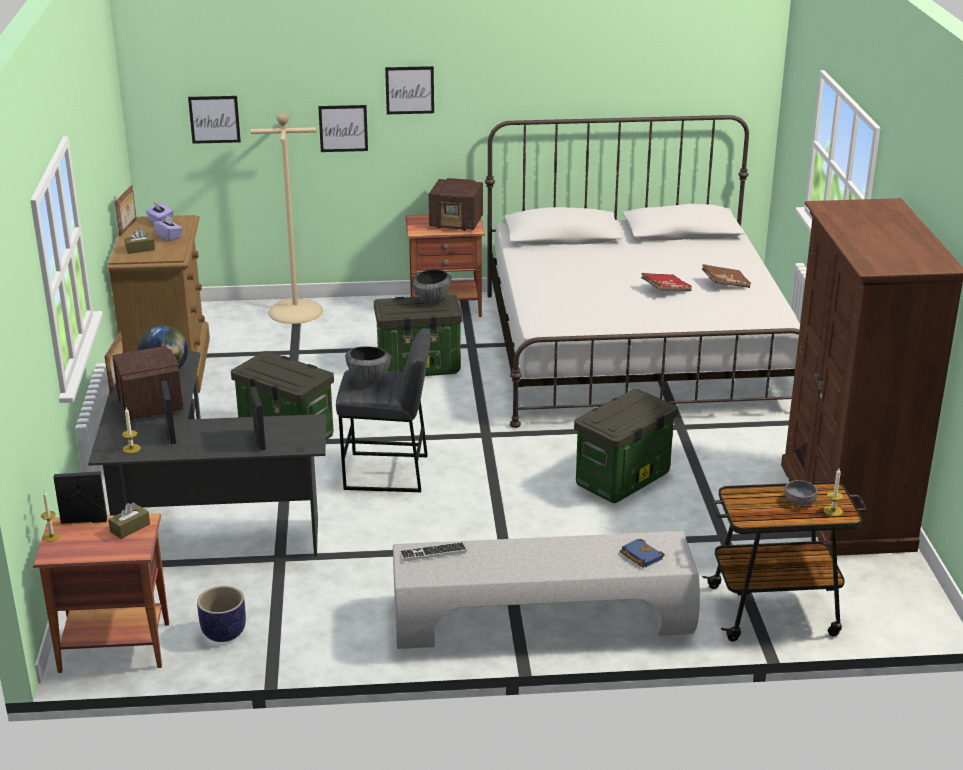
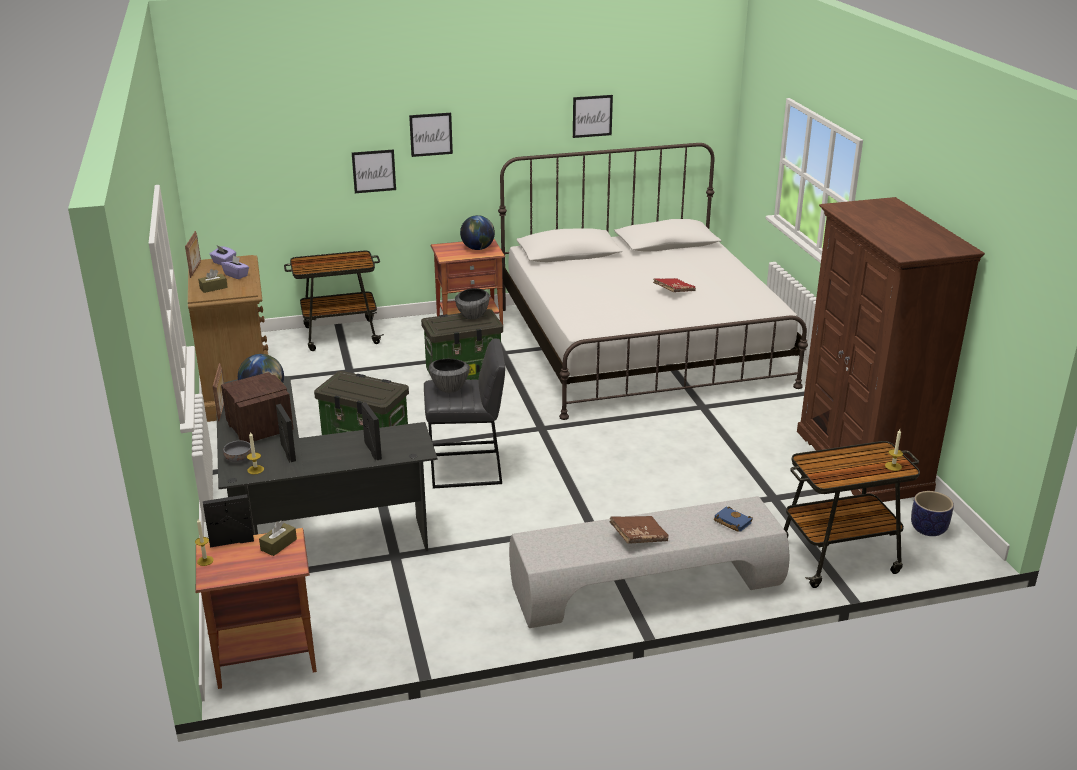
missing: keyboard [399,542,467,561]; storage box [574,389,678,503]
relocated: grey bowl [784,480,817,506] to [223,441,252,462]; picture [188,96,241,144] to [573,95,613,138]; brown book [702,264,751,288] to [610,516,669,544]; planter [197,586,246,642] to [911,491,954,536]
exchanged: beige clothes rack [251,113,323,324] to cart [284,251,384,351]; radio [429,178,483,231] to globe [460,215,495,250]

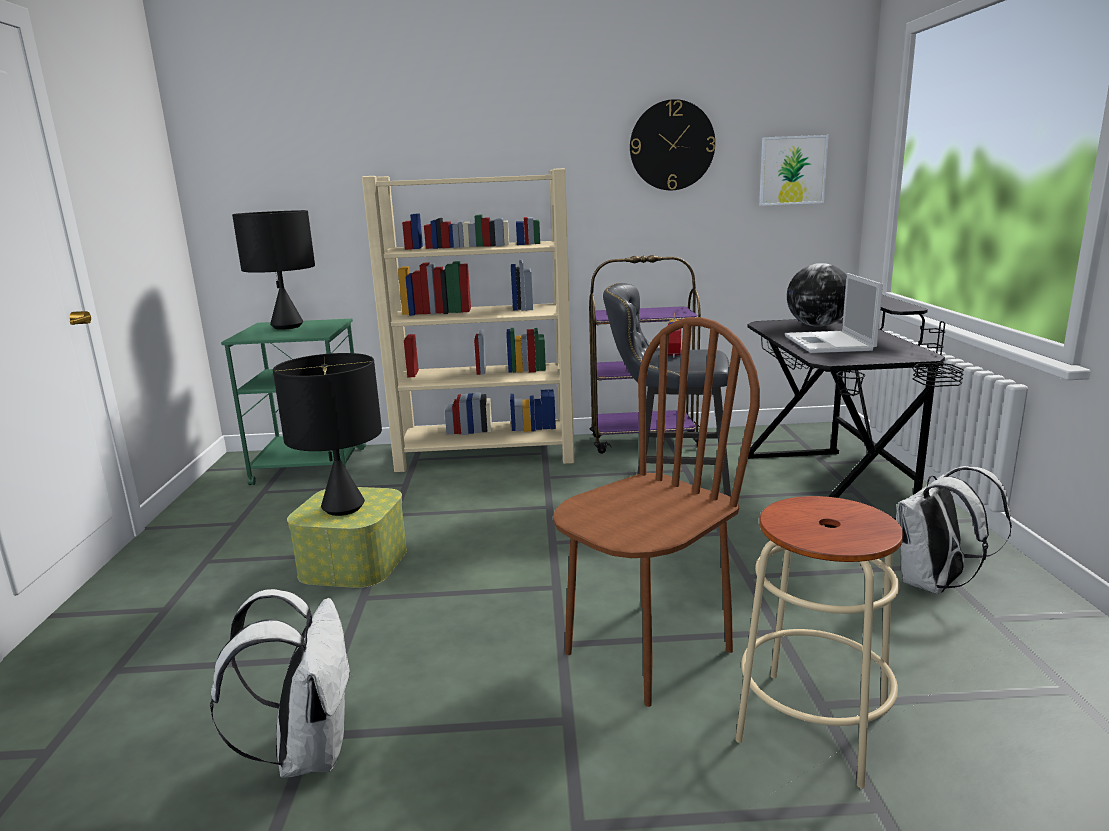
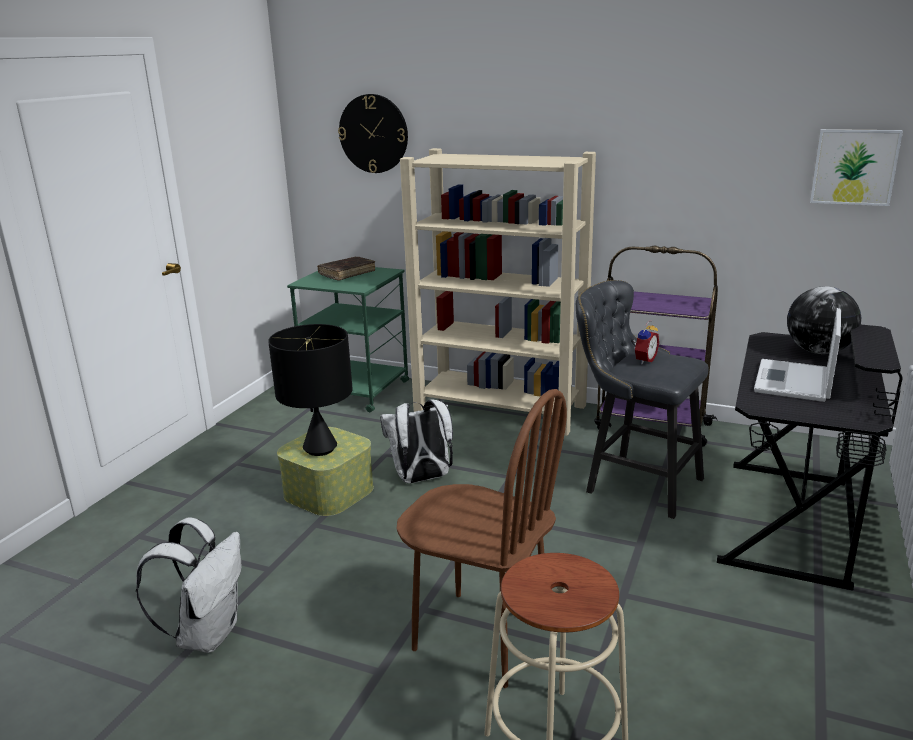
relocated: wall clock [630,99,715,190] to [338,94,408,173]; white backpack [896,466,1012,594] to [380,399,453,483]
exchanged: black table lamp [232,210,315,330] to brown book [317,257,375,281]
spun: brown chair [553,317,760,707] = [397,389,567,688] 45 degrees clockwise

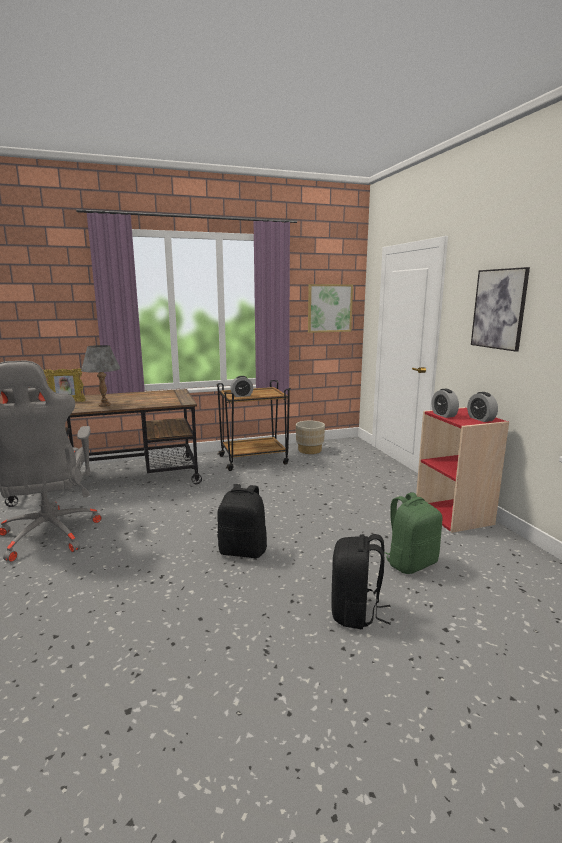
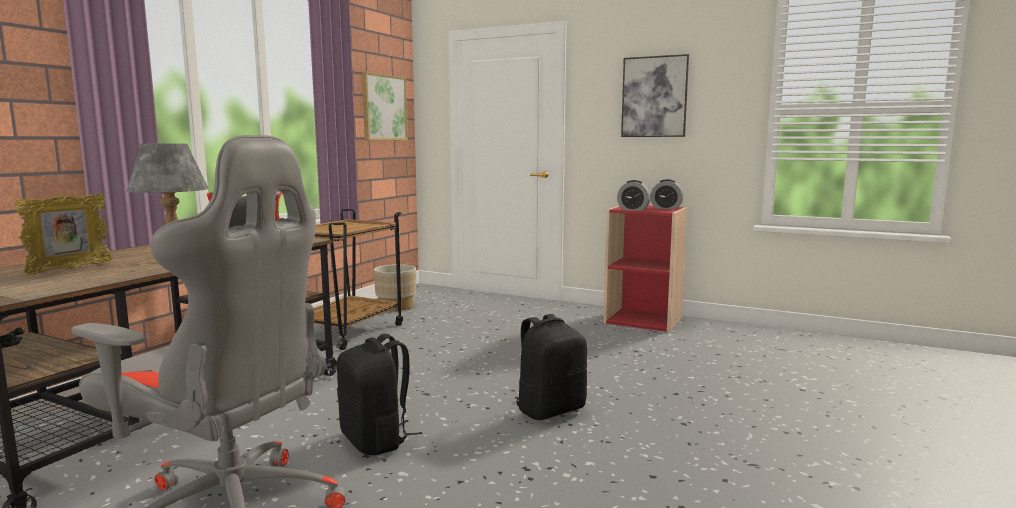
missing: alarm clock [230,376,253,397]; green backpack [384,492,442,574]
relocated: black backpack [331,534,391,629] to [337,334,422,455]

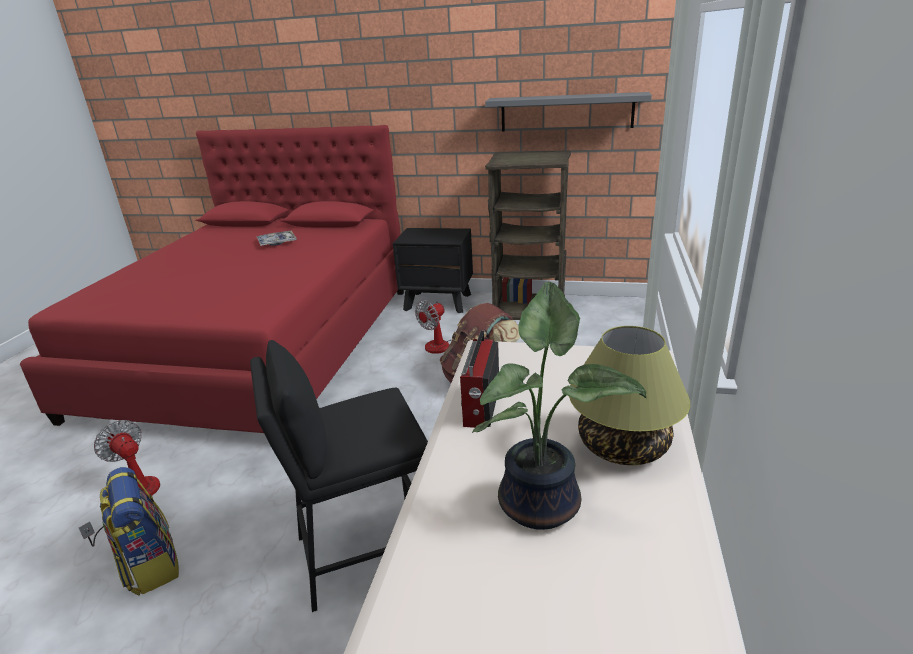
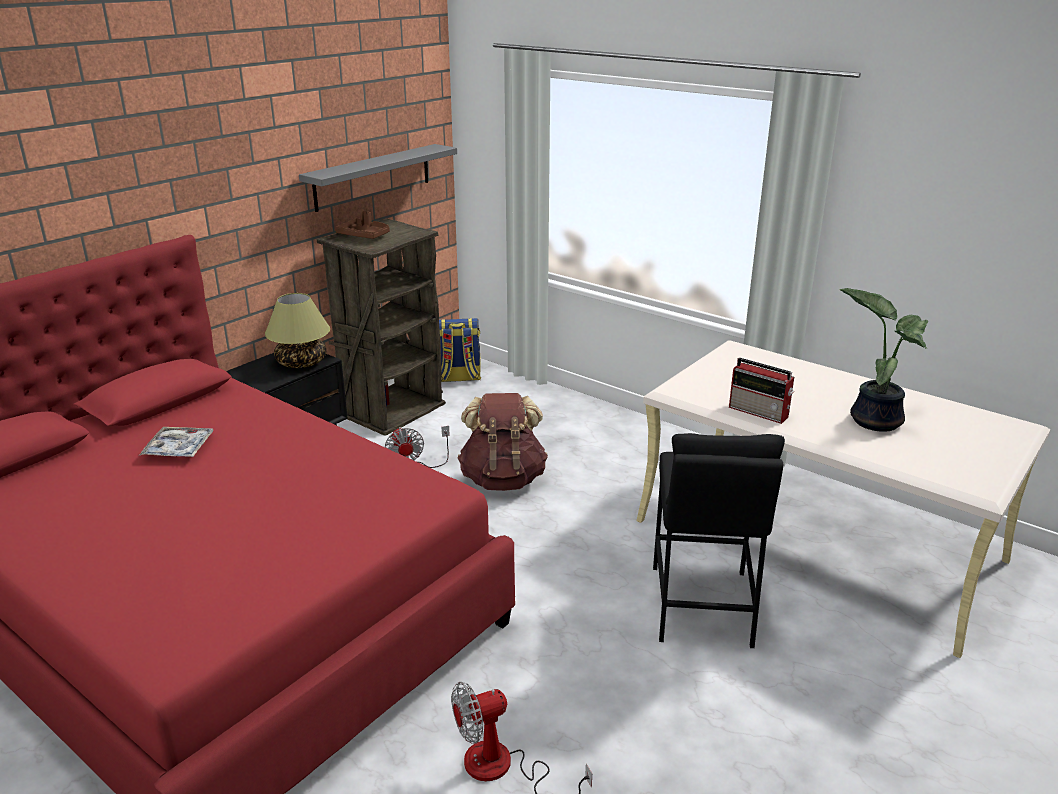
appeared: brown tray [335,211,390,239]
relocated: table lamp [569,326,690,465] to [265,293,330,368]; backpack [100,467,179,596] to [439,318,481,382]

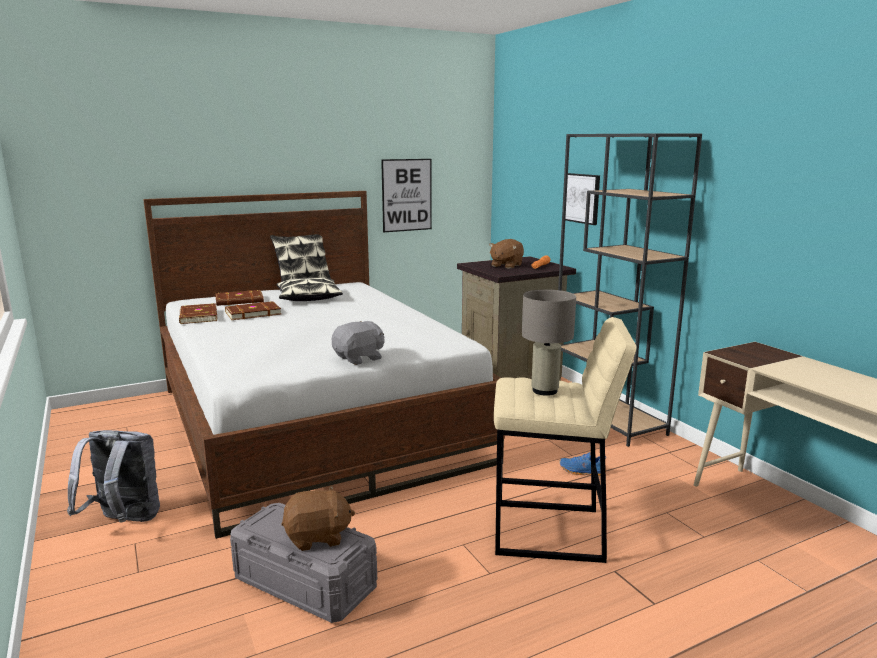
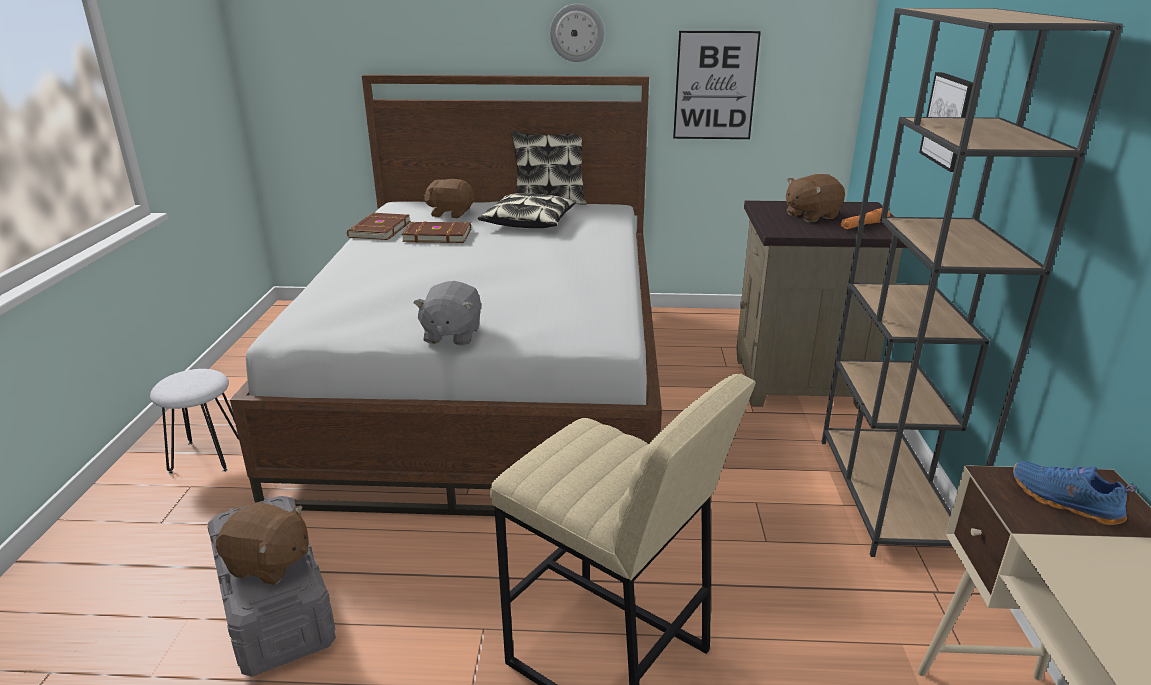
missing: grey table lamp [522,289,576,396]
appeared: wall clock [550,4,604,62]
relocated: blue shoe [559,452,606,476] to [1013,461,1136,525]
exchanged: grey backpack [67,430,160,523] to white stool [150,369,240,474]; brown book [215,290,264,306] to brown plush toy [423,179,474,218]
spun: grey plush toy [332,321,385,365] = [413,281,481,346] 105 degrees clockwise

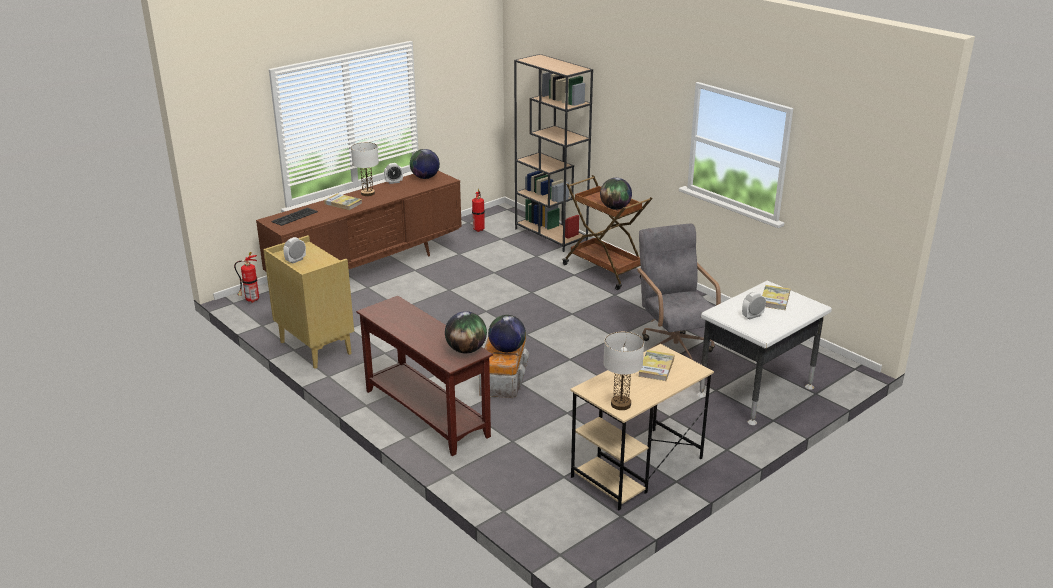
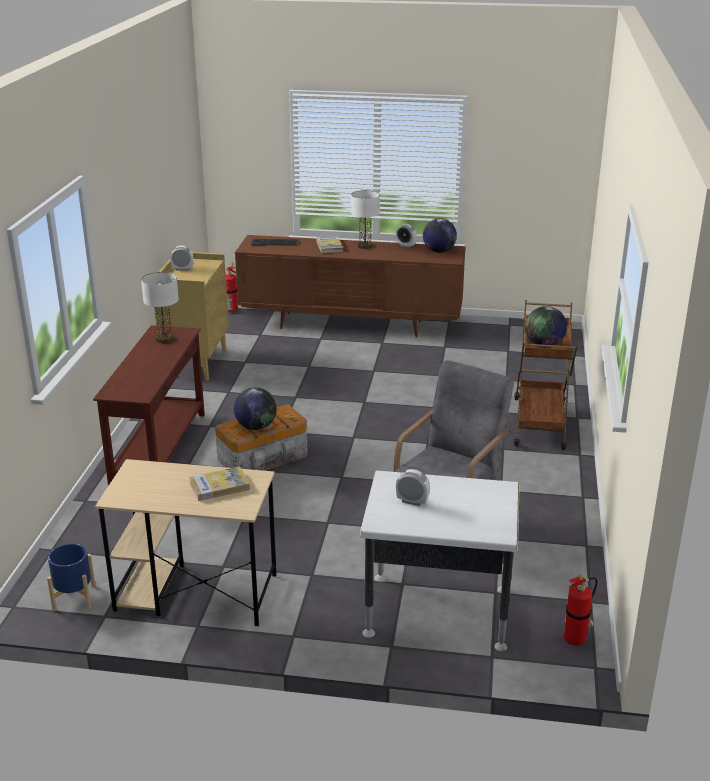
missing: globe [445,311,487,353]; bookcase [514,54,593,252]; book [762,285,790,310]
appeared: blue planter [47,543,96,611]
relocated: table lamp [604,332,644,410] to [141,272,179,343]; fire extinguisher [472,189,485,232] to [564,574,598,646]

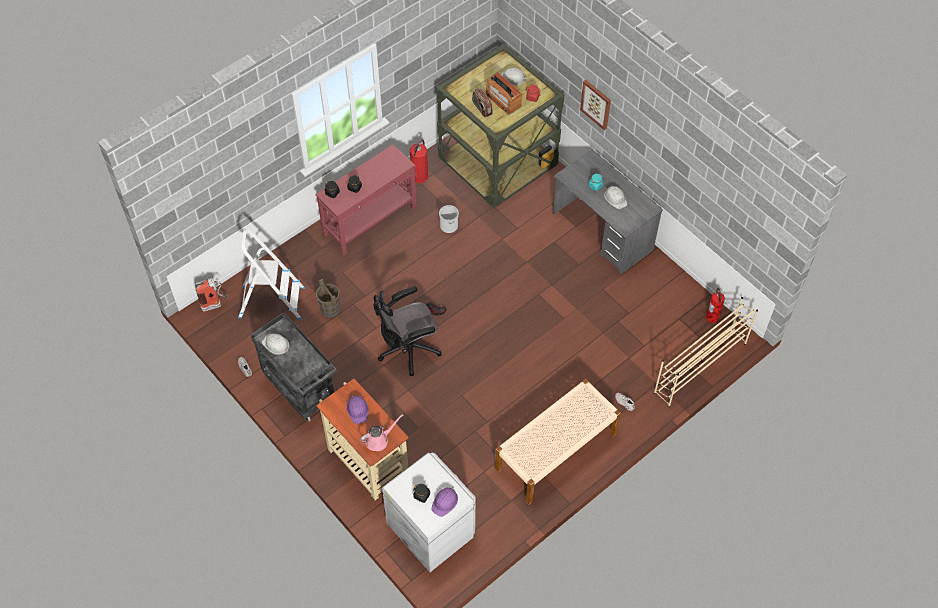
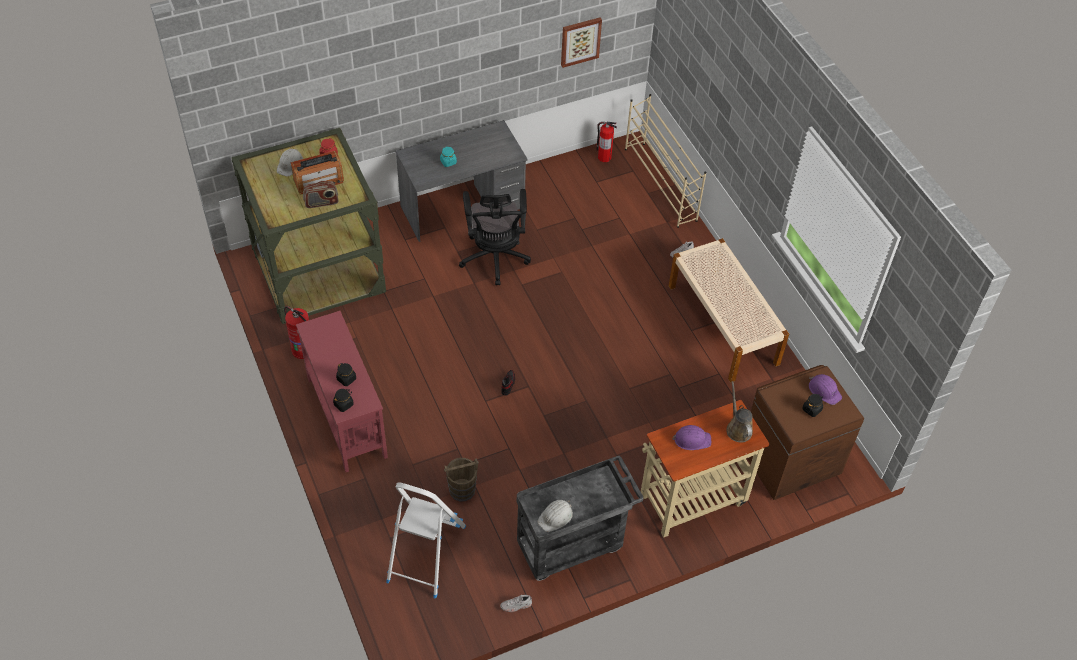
missing: fire extinguisher [195,278,228,312]; bucket [439,205,459,233]; white hard hat [604,186,627,209]
relocated: office chair [373,286,442,376] to [459,189,531,285]; picture [580,80,611,130] to [561,18,602,68]
colour: pink watering can [360,414,403,451] to brown watering can [726,381,753,442]; white washing machine [382,453,476,572] to brown washing machine [748,365,864,500]

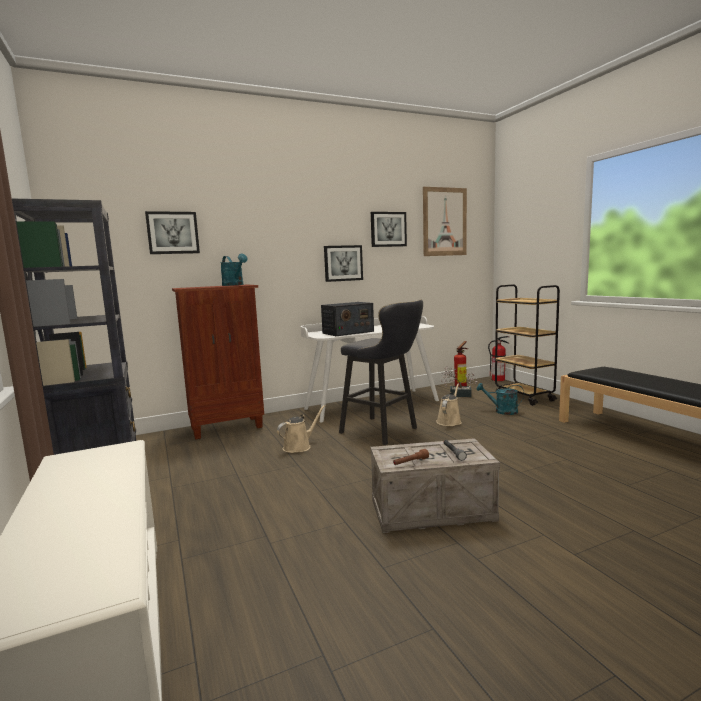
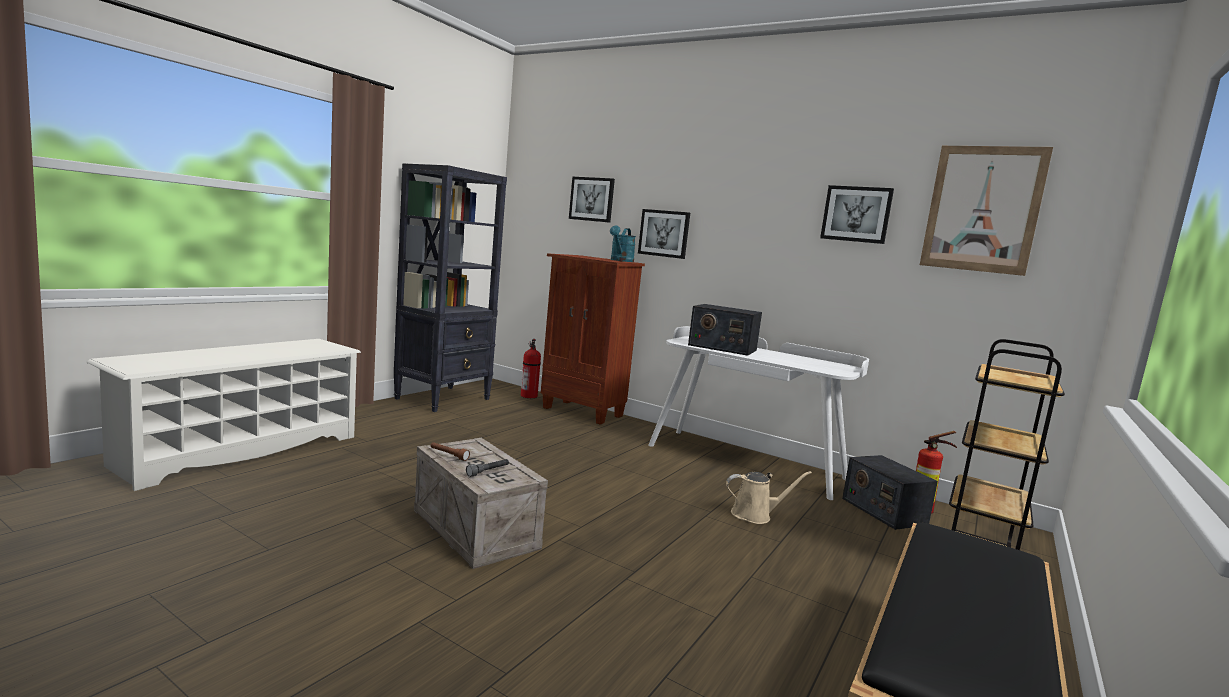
missing: beige watering can [277,405,326,453]; black stool [339,299,423,445]; turquoise watering can [476,383,524,415]
relocated: fire extinguisher [488,336,509,381] to [521,339,541,398]; picture [324,245,363,282] to [638,209,690,259]
exchanged: potted plant [441,366,477,397] to radio [842,455,938,530]

